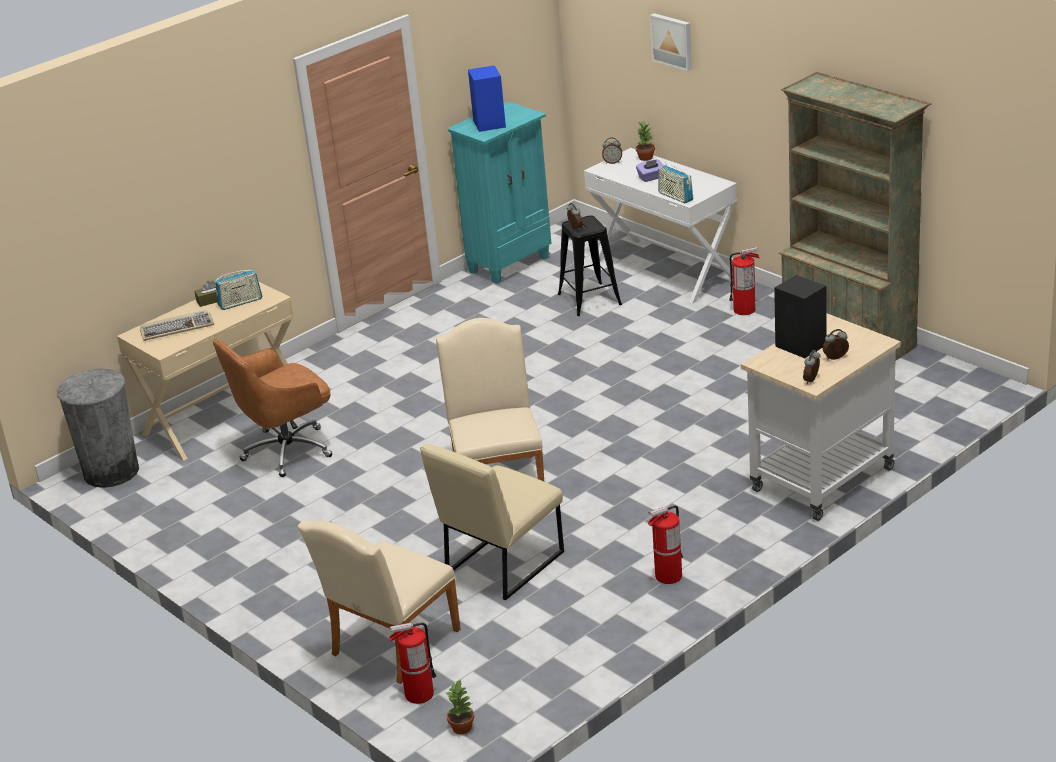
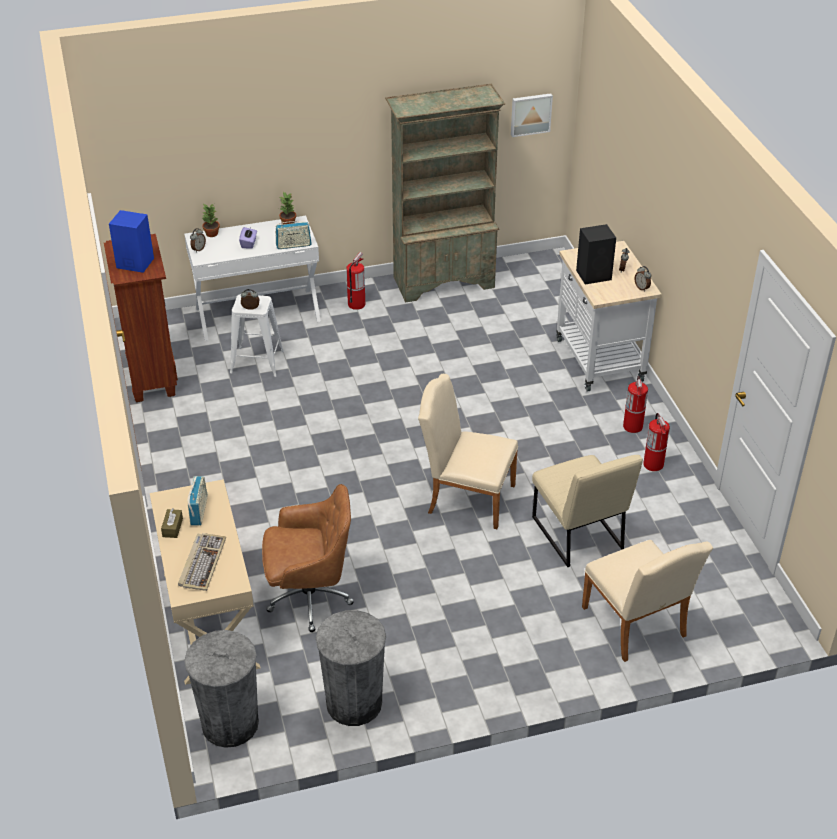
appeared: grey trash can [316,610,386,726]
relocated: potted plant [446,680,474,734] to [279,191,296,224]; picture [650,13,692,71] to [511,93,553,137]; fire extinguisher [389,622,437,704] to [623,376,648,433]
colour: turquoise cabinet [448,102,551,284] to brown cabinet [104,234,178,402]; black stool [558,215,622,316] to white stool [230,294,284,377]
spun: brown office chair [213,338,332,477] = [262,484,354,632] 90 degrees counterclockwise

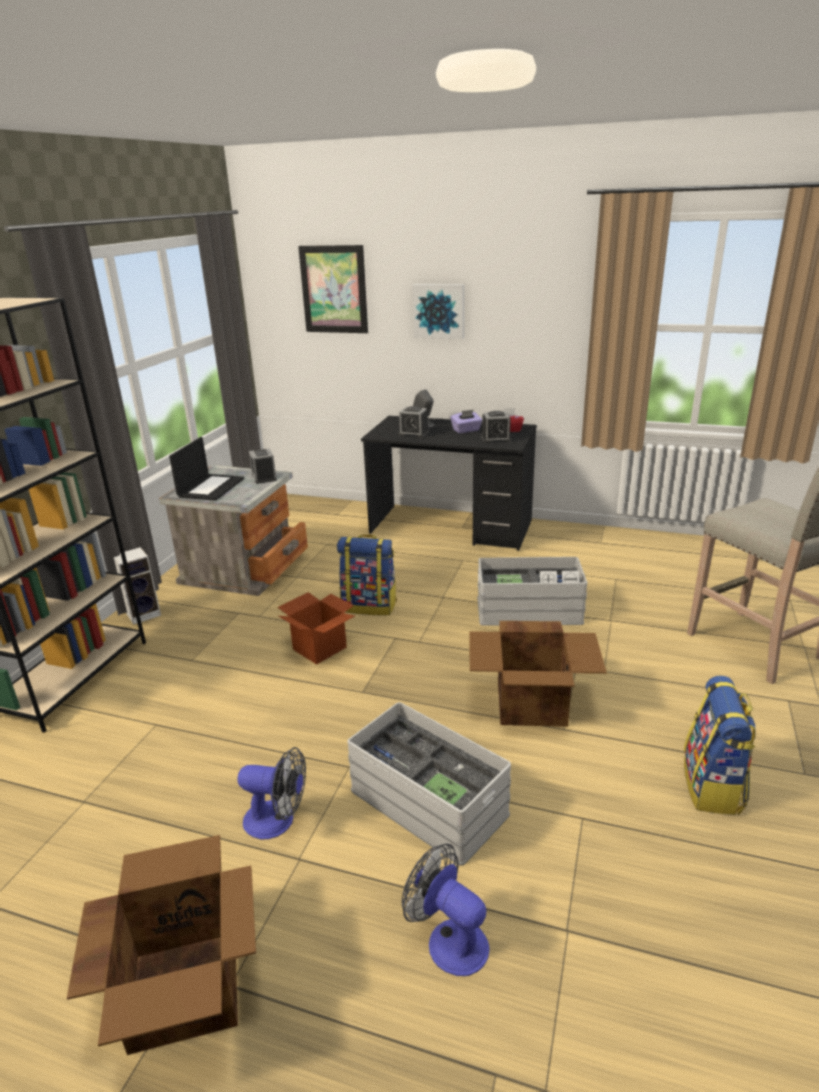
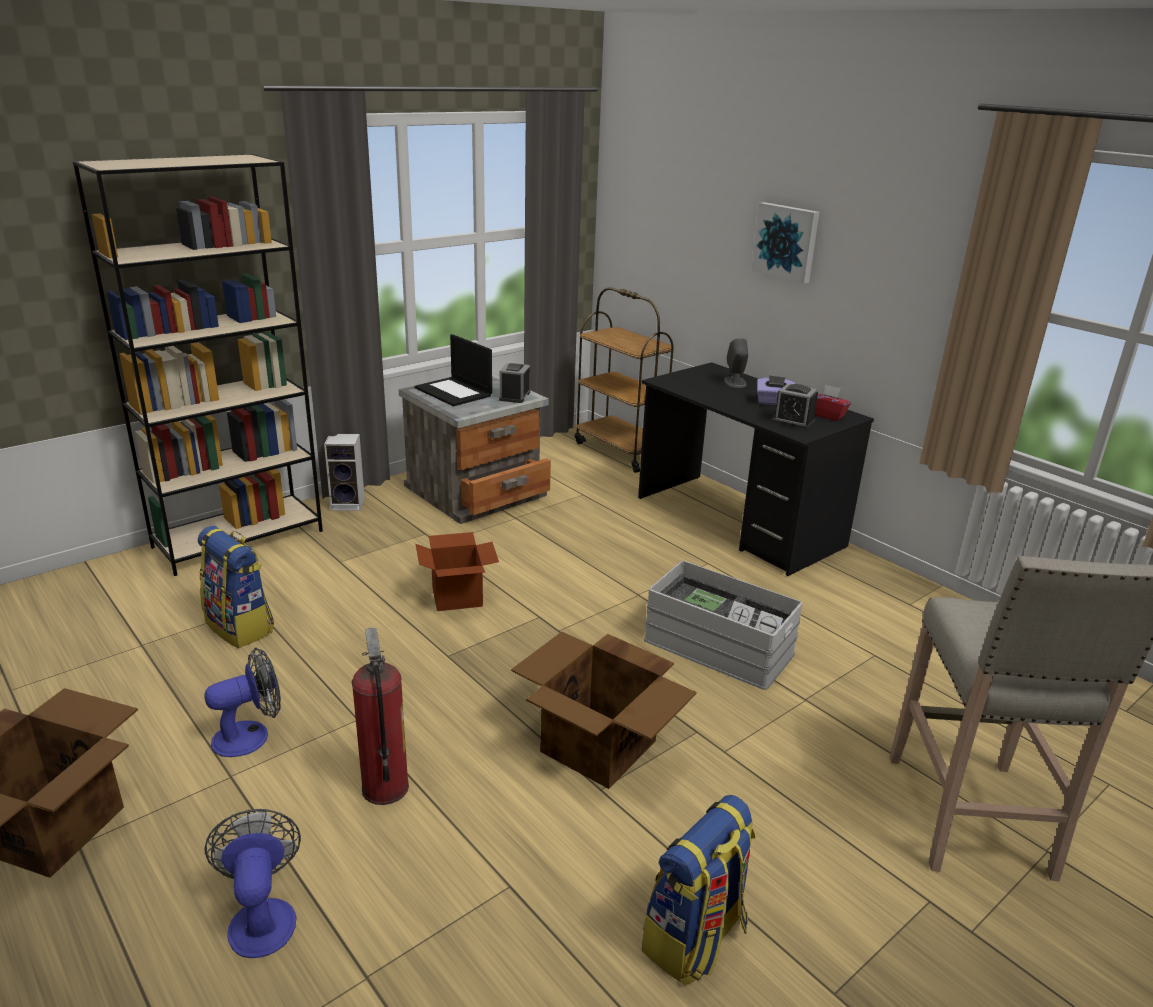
missing: picture [298,245,368,333]; alarm clock [398,406,429,438]
appeared: brown cart [574,287,674,473]
relocated: backpack [337,534,397,615] to [198,526,274,648]
exchanged: grey storage box [347,702,511,866] to fire extinguisher [352,628,409,805]
spun: fan [237,747,306,840] = [205,648,281,757] 75 degrees counterclockwise; laptop [169,437,244,501] = [415,334,492,406] 90 degrees clockwise

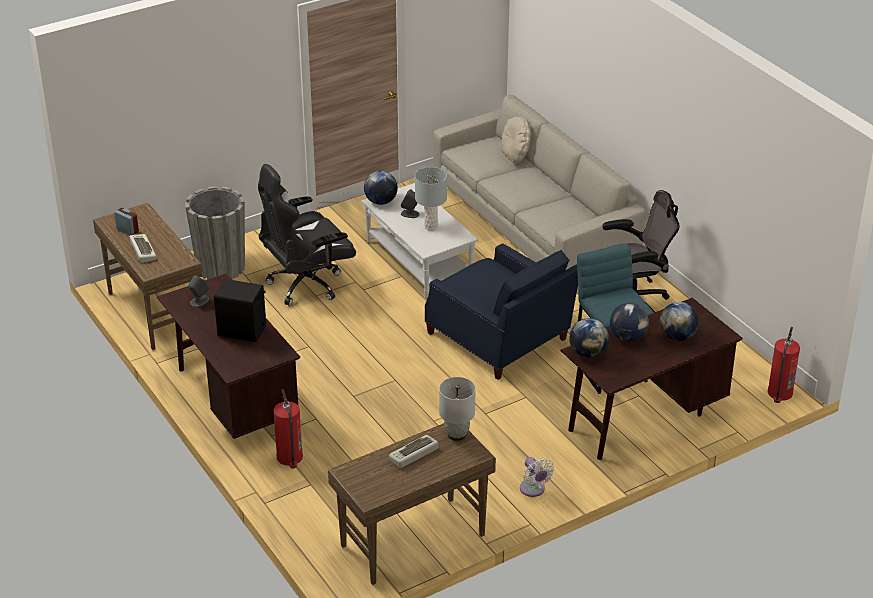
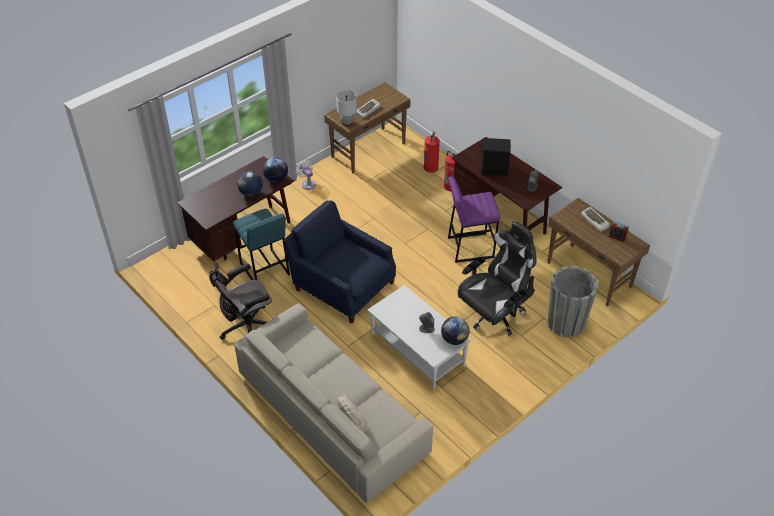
missing: grey table lamp [415,167,447,231]; globe [659,302,699,341]
appeared: purple stool [448,176,500,263]
relocated: fire extinguisher [768,327,800,403] to [424,132,440,173]

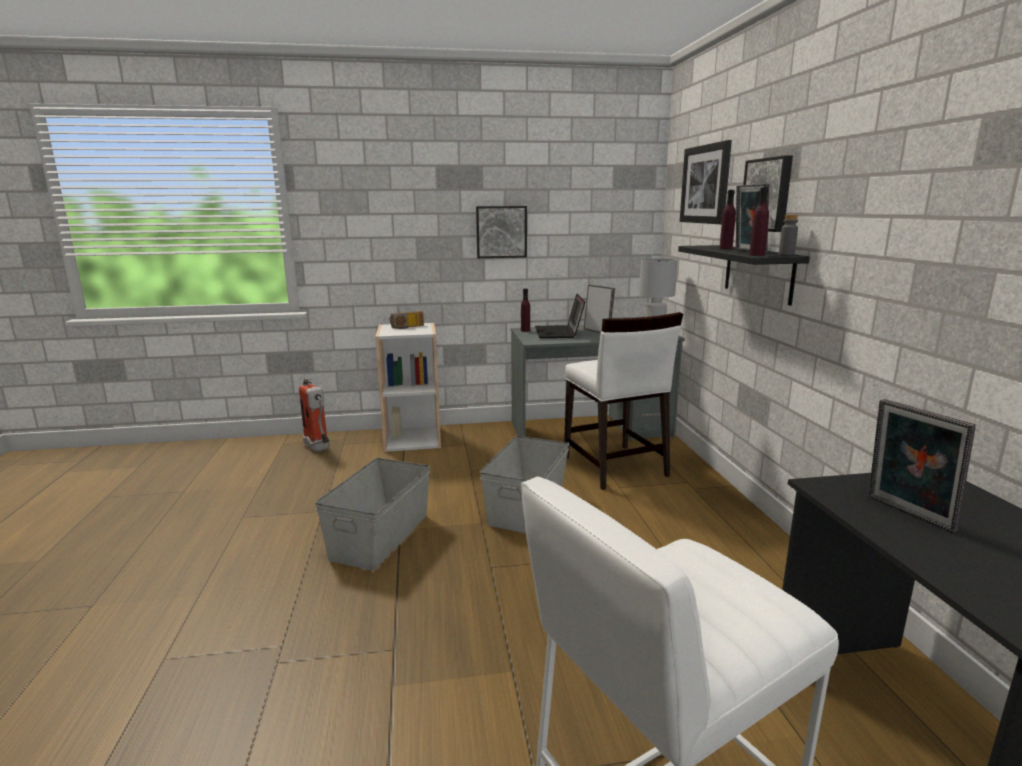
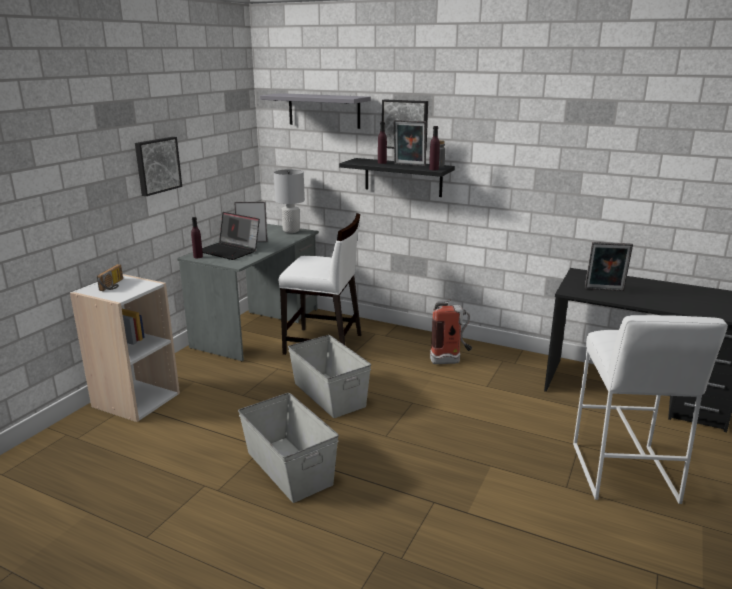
relocated: fire extinguisher [299,377,329,452] to [430,299,472,364]
exchanged: picture [680,140,732,224] to grey shelf [260,93,371,129]

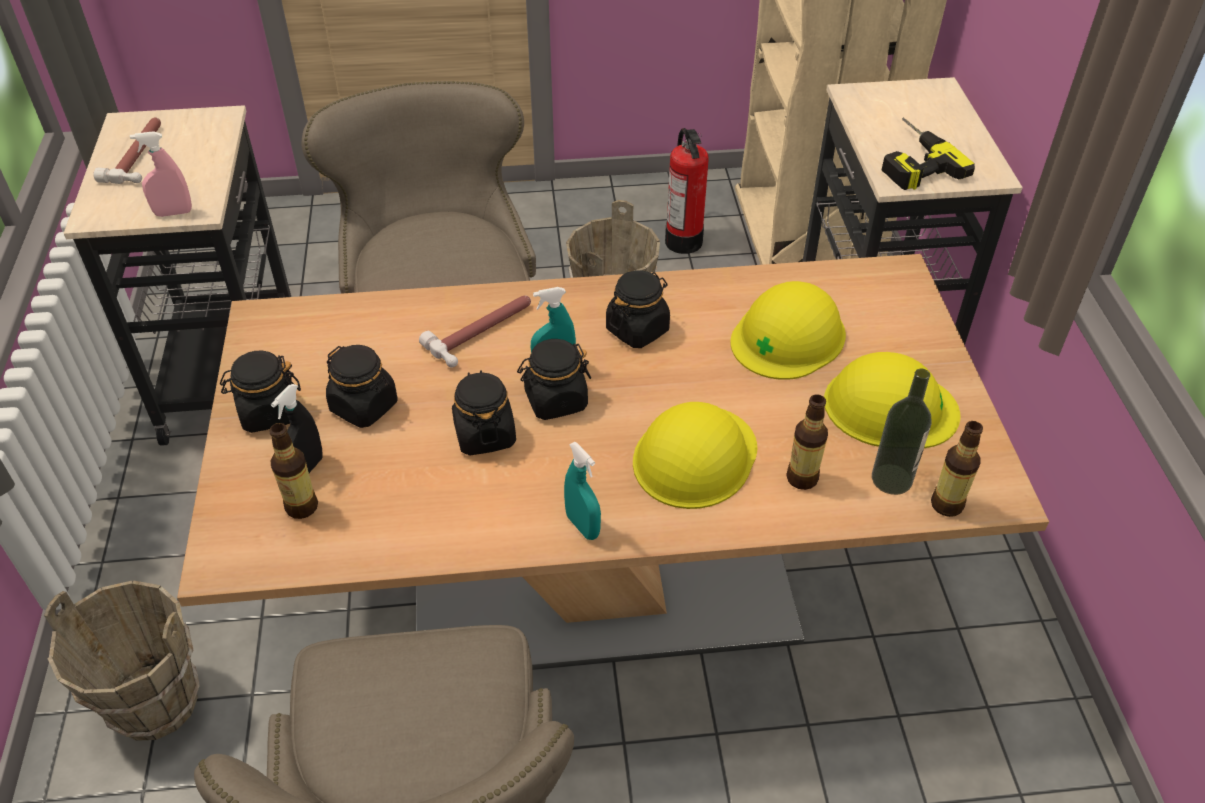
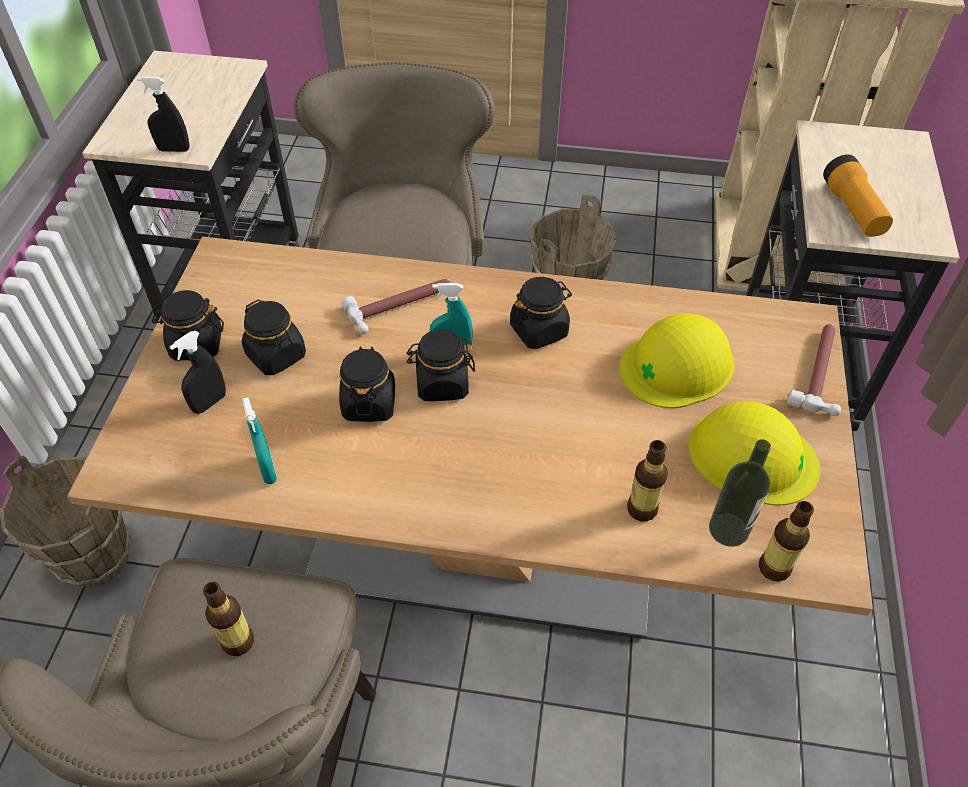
missing: yellow hard hat [633,402,757,509]; fire extinguisher [665,128,709,254]
relocated: bottle [269,423,318,519] to [203,582,254,656]; turquoise spray bottle [564,442,601,540] to [242,397,277,484]; hammer [93,117,161,184] to [787,324,841,416]
exchanged: power drill [882,117,975,190] to flashlight [823,154,893,237]
colour: pink spray bottle [130,131,192,217] to black spray bottle [137,76,190,152]

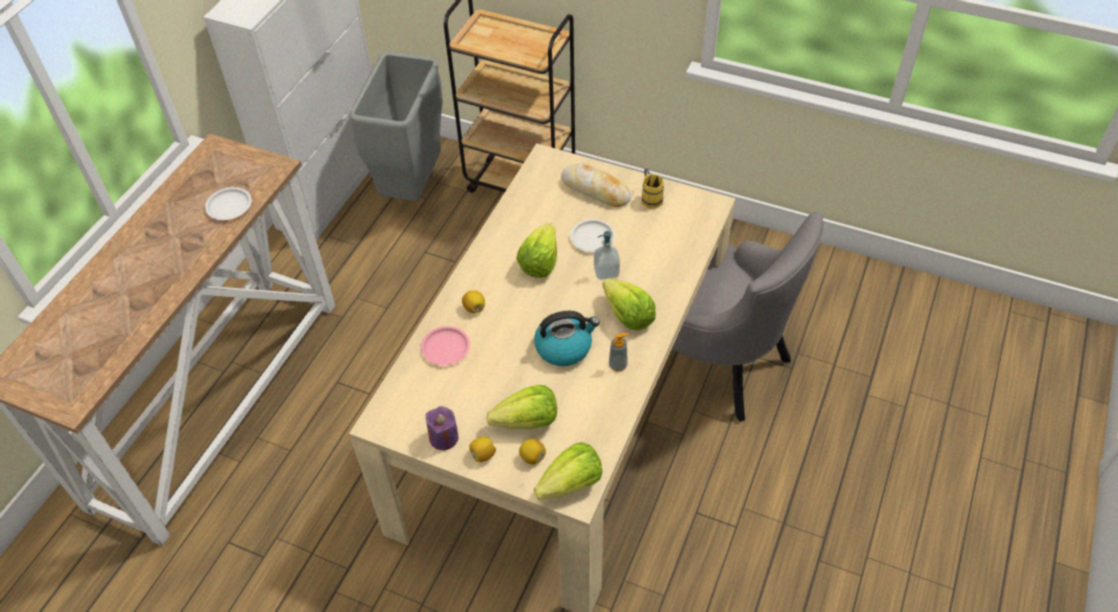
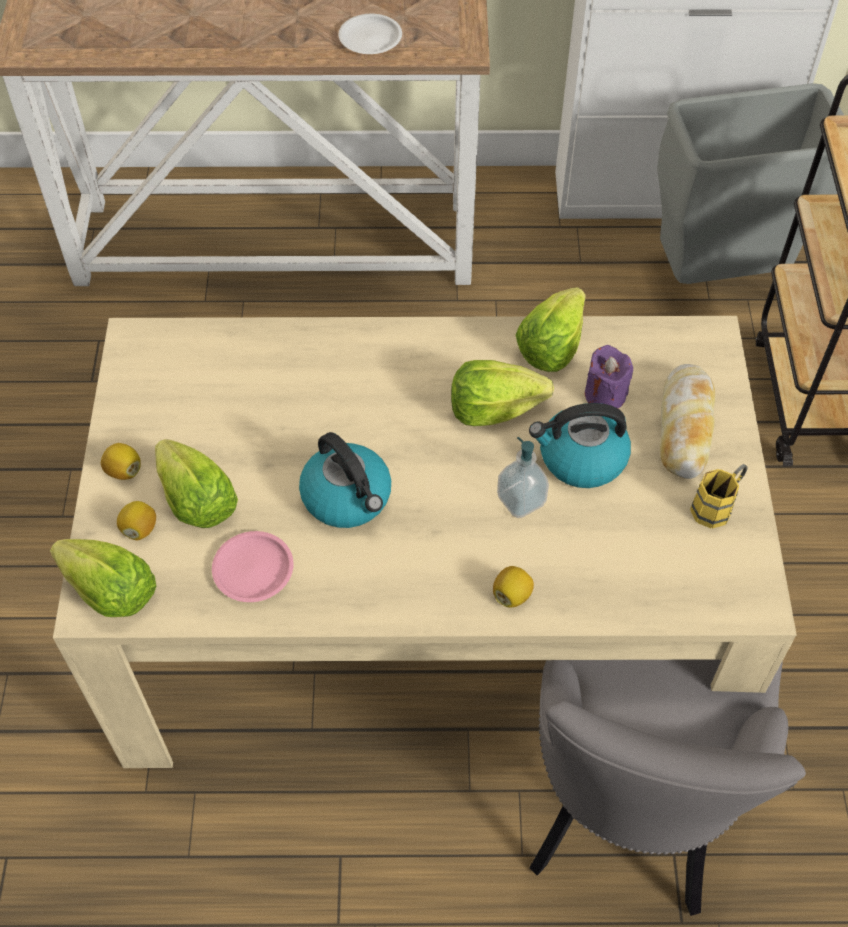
missing: soap dispenser [609,333,629,371]
relocated: pink plate [421,326,470,365] to [212,531,294,602]; lemon [462,290,485,314] to [493,566,534,608]; lettuce [602,278,656,330] to [516,287,586,372]; purple candle [426,406,458,450] to [585,345,633,408]
exchanged: white plate [570,219,615,252] to kettle [529,403,631,488]

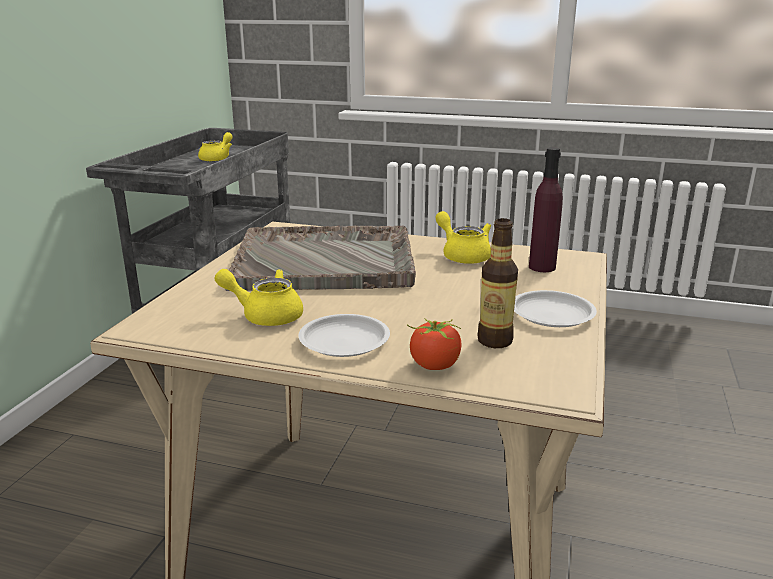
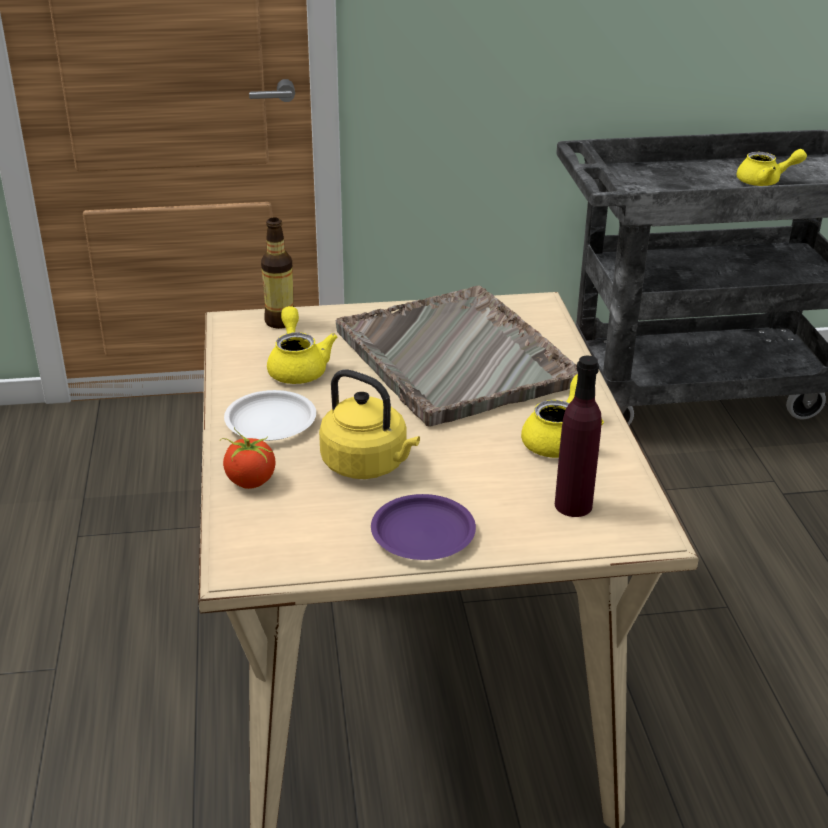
appeared: yellow kettle [319,370,420,479]
relocated: bottle [478,218,518,348] to [261,217,294,329]
colour: white plate [514,290,597,327] to purple plate [371,494,476,560]

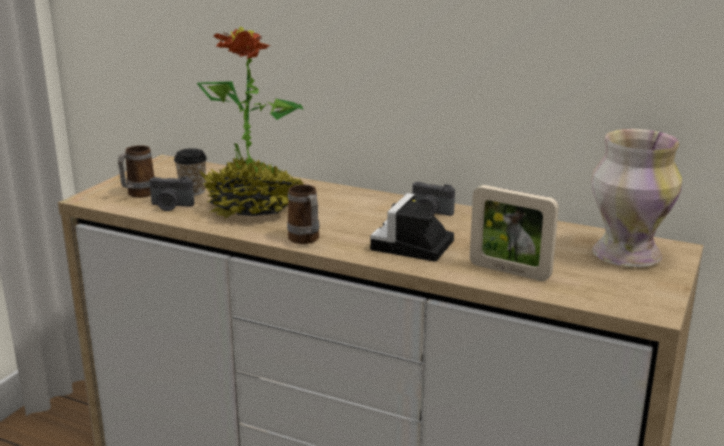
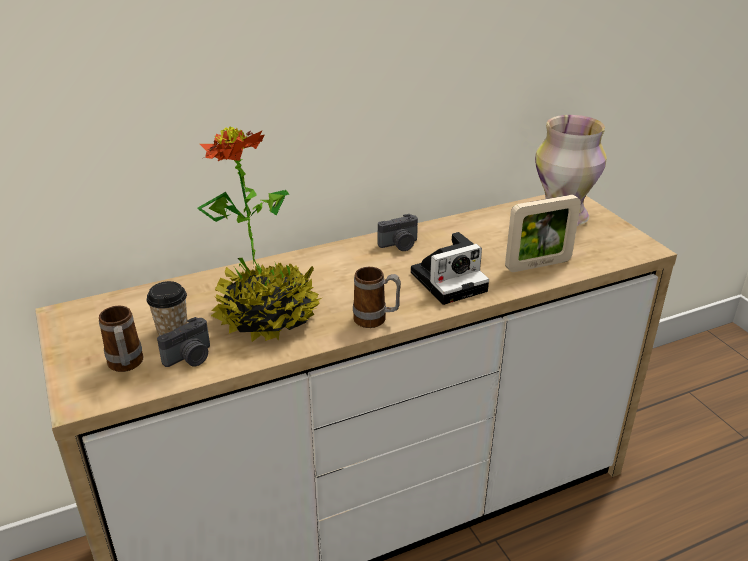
spun: photo camera [370,193,454,262] = [411,232,489,305] 90 degrees counterclockwise

